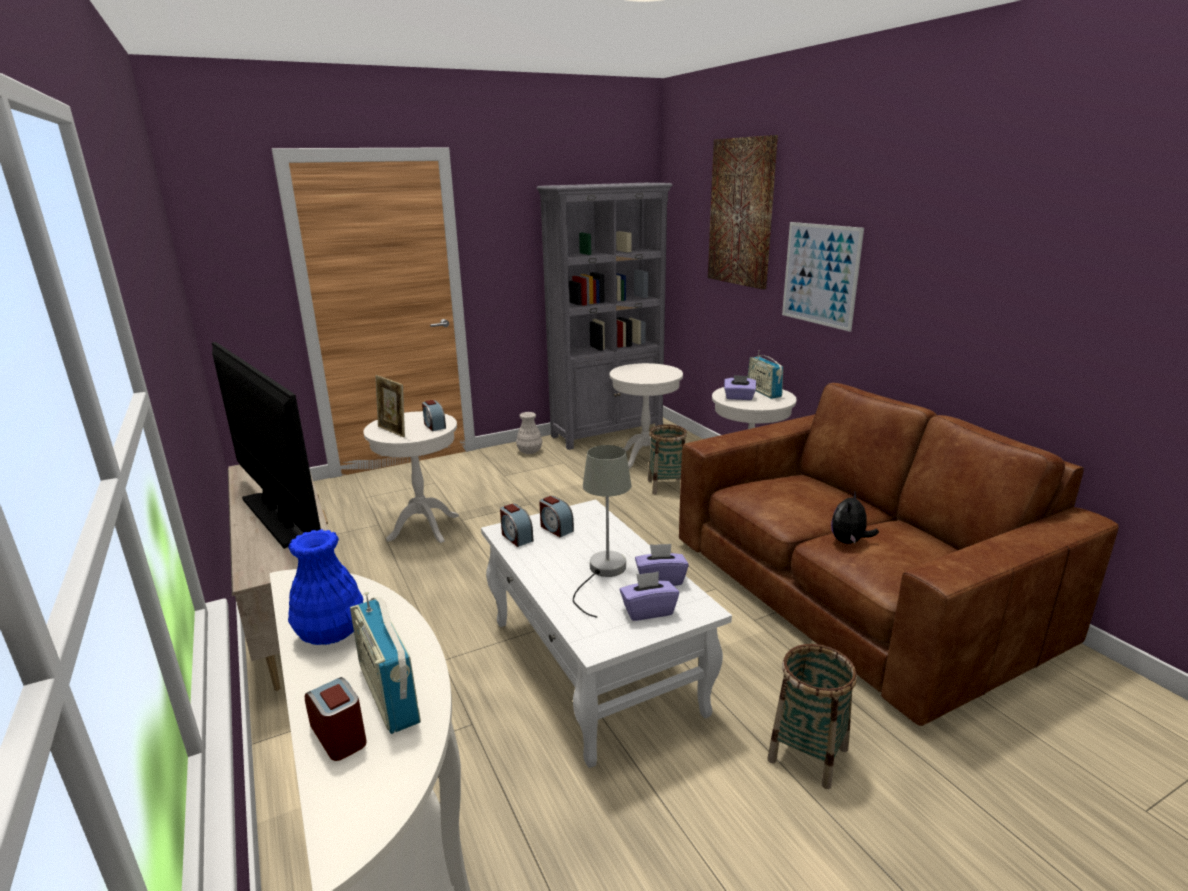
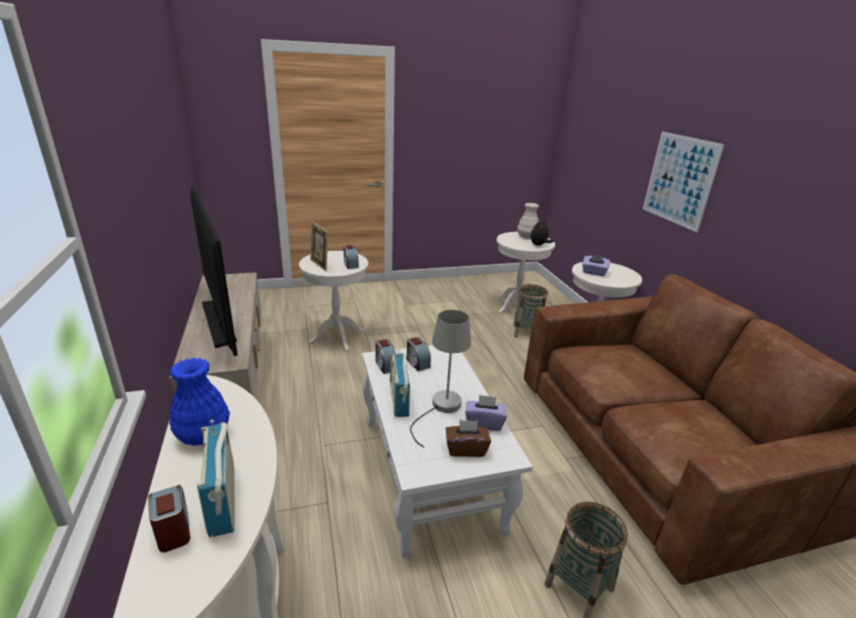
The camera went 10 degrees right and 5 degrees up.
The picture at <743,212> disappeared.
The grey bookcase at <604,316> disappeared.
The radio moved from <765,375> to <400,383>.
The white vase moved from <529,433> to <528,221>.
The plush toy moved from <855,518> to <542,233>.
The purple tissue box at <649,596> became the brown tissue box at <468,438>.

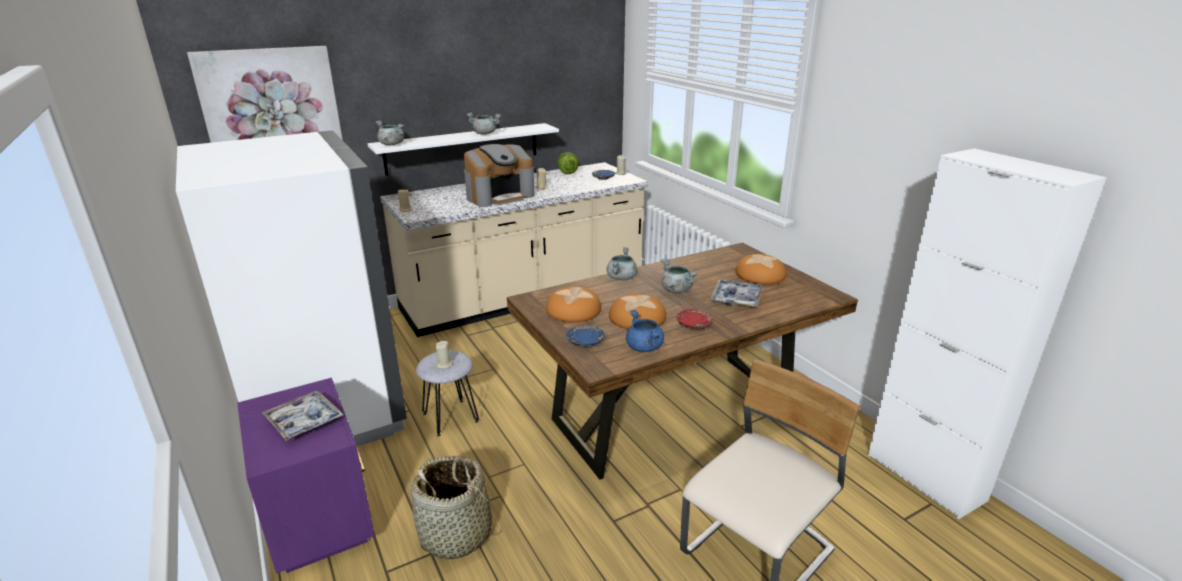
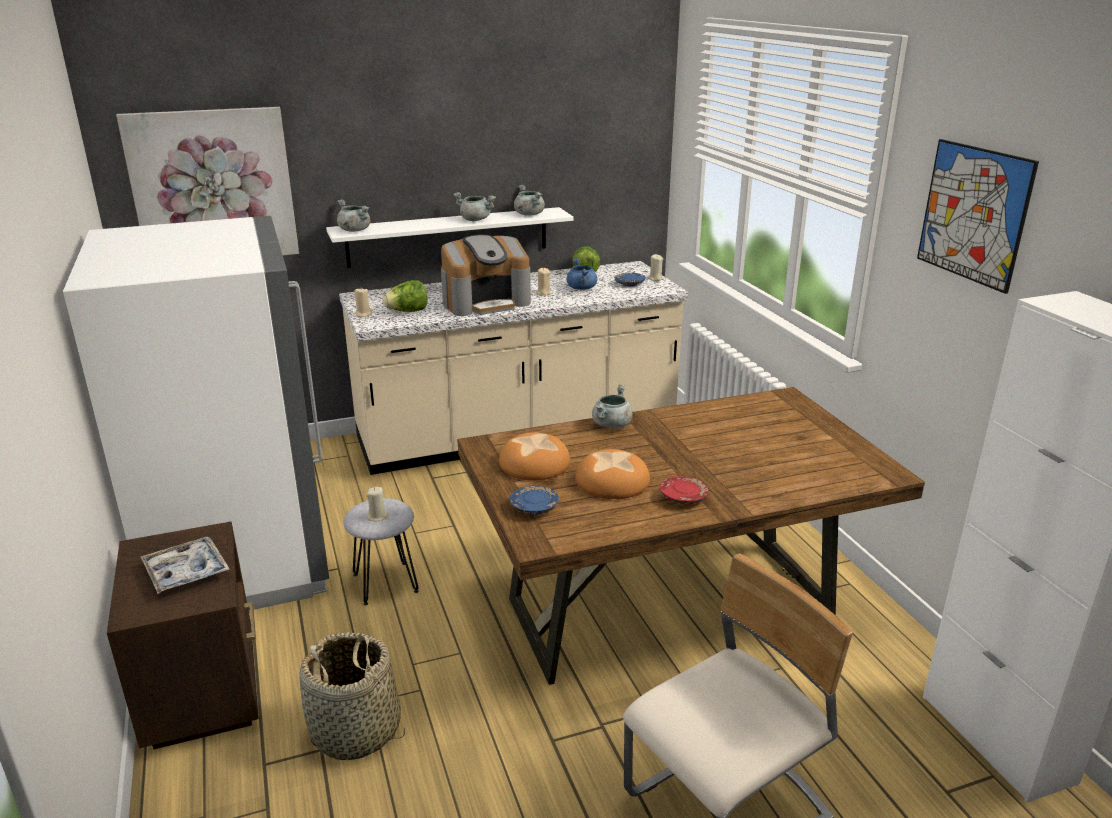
The camera went 10 degrees right and 0 degrees up.
The bread at <760,269> disappeared.
The grey cooking pot moved from <679,276> to <529,200>.
The tray at <737,293> disappeared.
The blue cooking pot moved from <645,331> to <582,274>.
The purple nightstand at <306,476> became the brown nightstand at <183,635>.
The picture at <978,216> appeared.
The lettuce at <405,296> appeared.

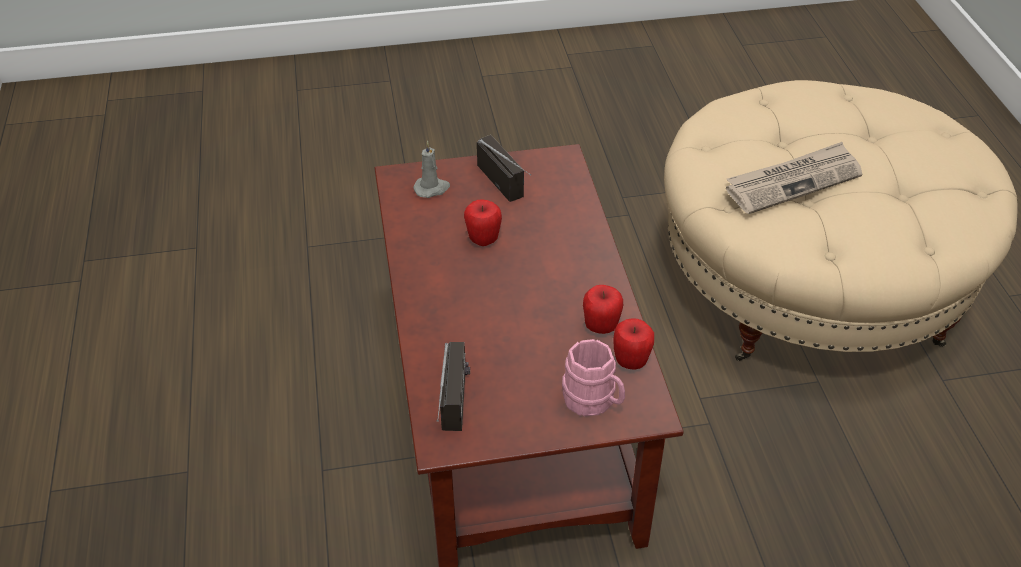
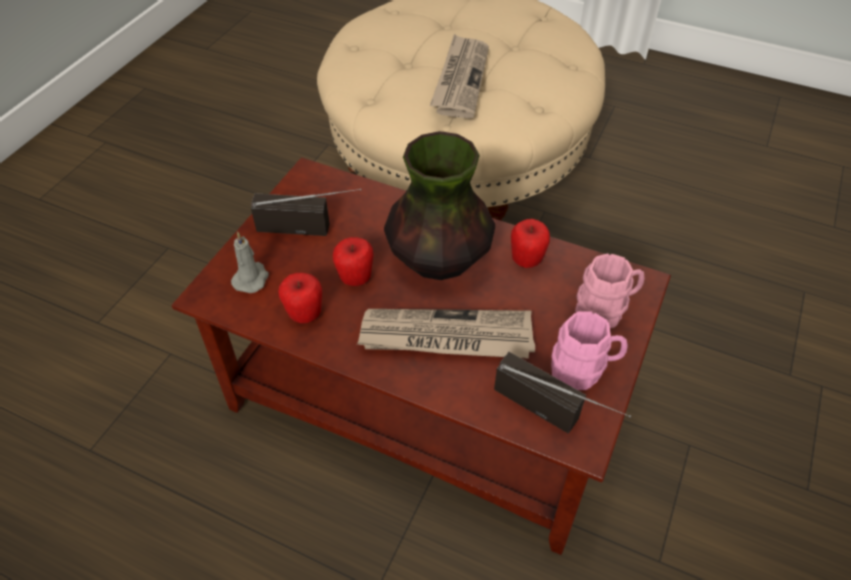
The camera went 55 degrees left and 5 degrees up.
The apple moved from <633,344> to <300,298>.
The vase at <439,205> appeared.
The newspaper at <446,334> appeared.
The pink mug at <589,350> appeared.

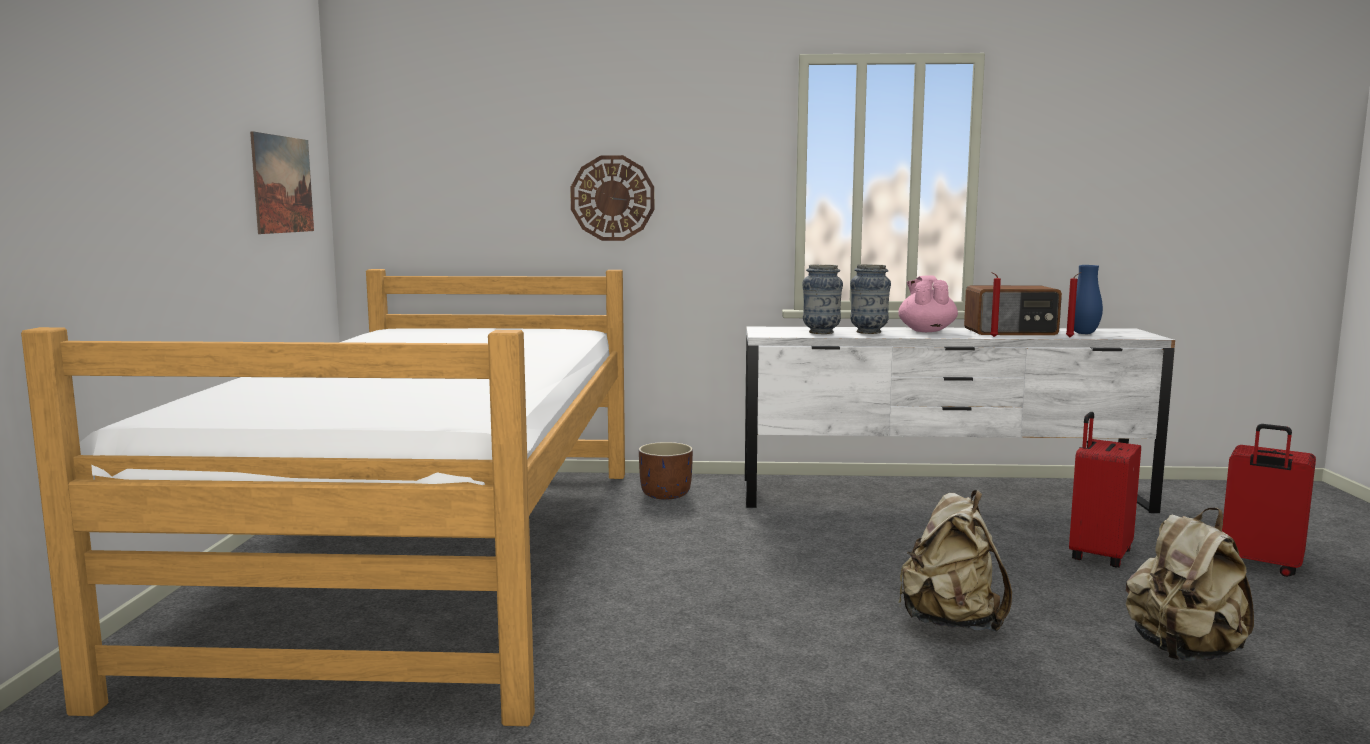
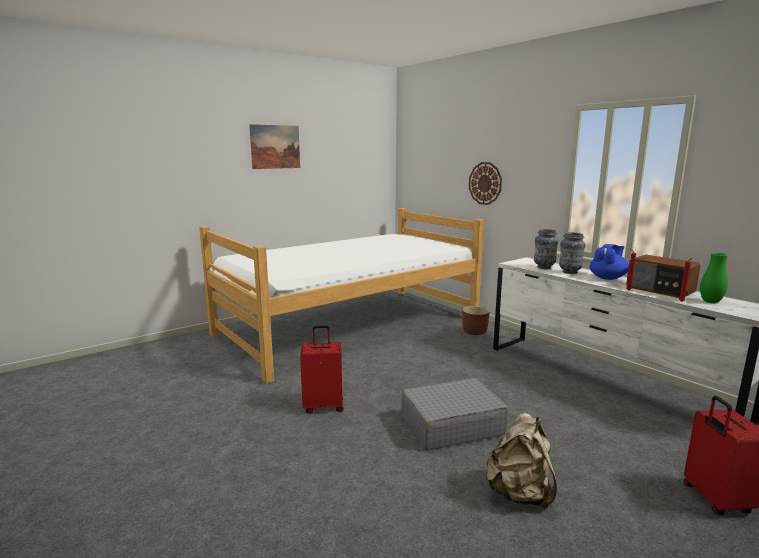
The camera went 50 degrees right and 5 degrees up.
The picture moved from <282,182> to <274,146>.
The blue vase at <1088,299> became the green vase at <714,278>.
The pink teapot at <928,303> became the blue teapot at <609,262>.
The red suitcase moved from <1105,490> to <321,369>.
The beige backpack at <955,561> was replaced by the grey suitcase at <455,414>.

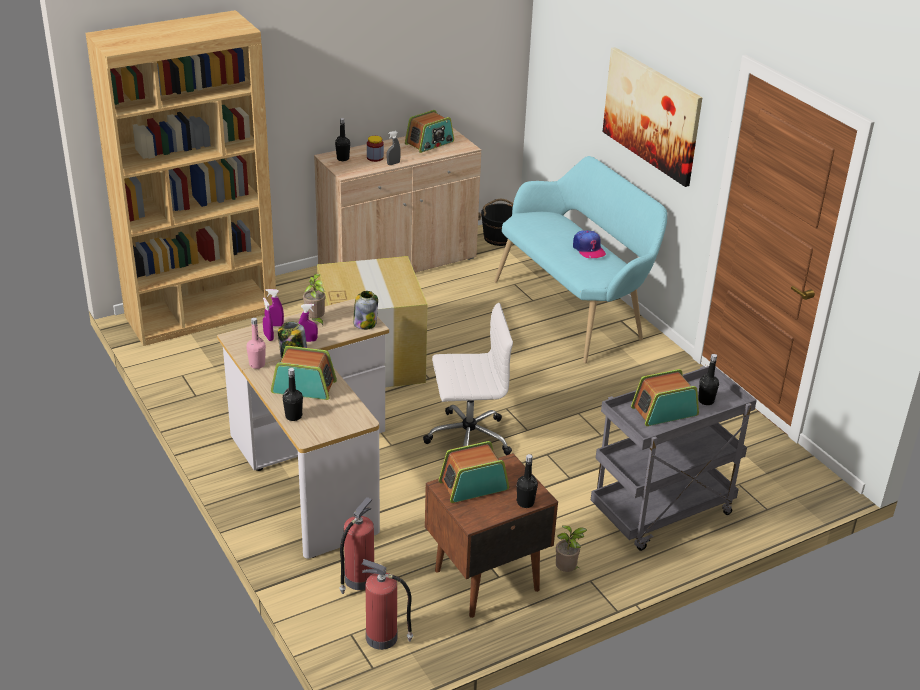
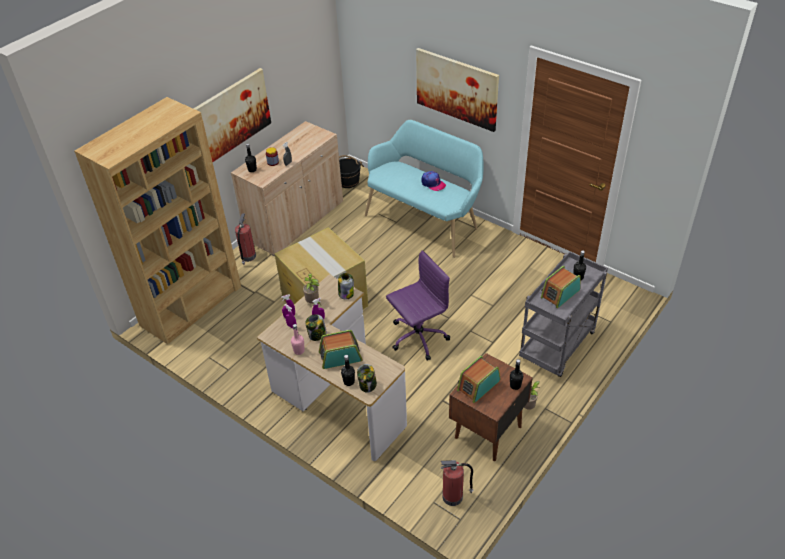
The camera went 20 degrees left and 10 degrees up.
The radio at <429,131> disappeared.
The white office chair at <468,379> became the purple office chair at <418,305>.
The fire extinguisher moved from <356,545> to <245,239>.
The picture at <232,115> appeared.
The jar at <367,378> appeared.

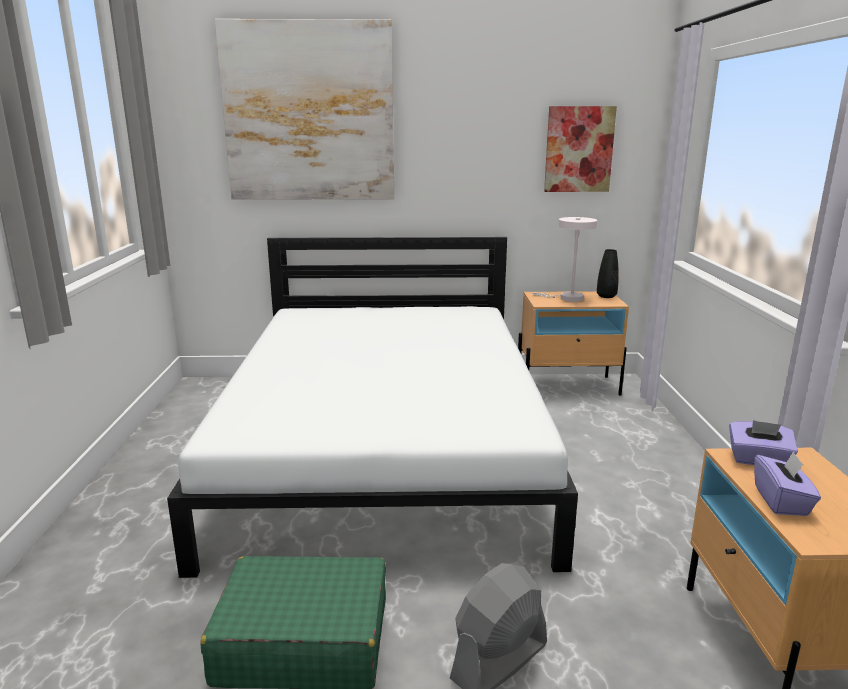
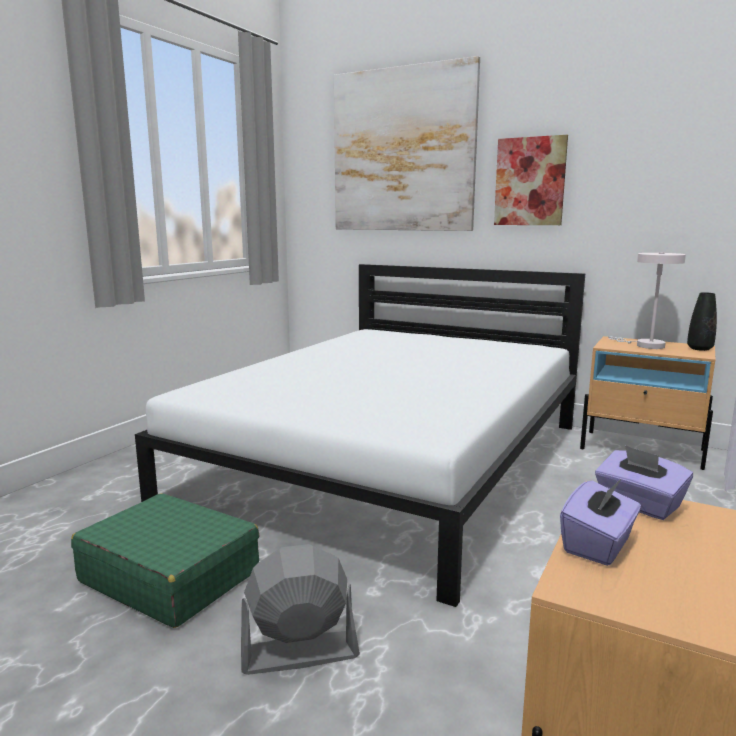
The camera went 30 degrees right and 5 degrees down.
The picture moved from <580,149> to <531,180>.

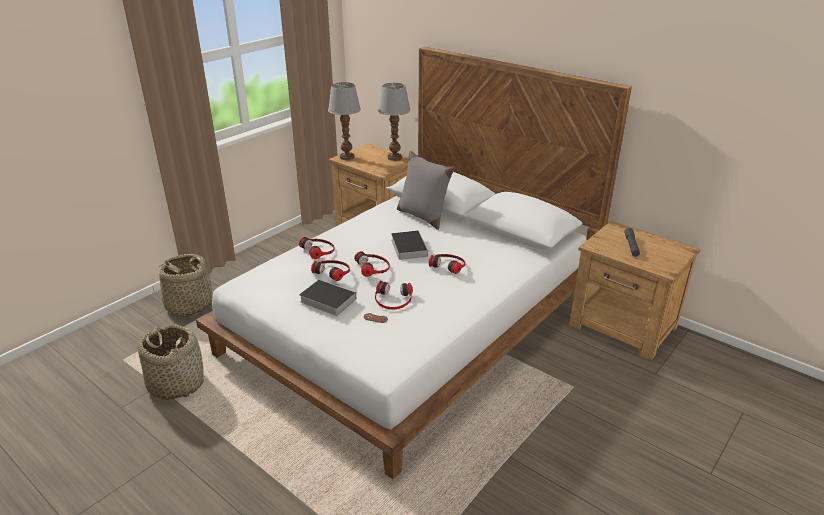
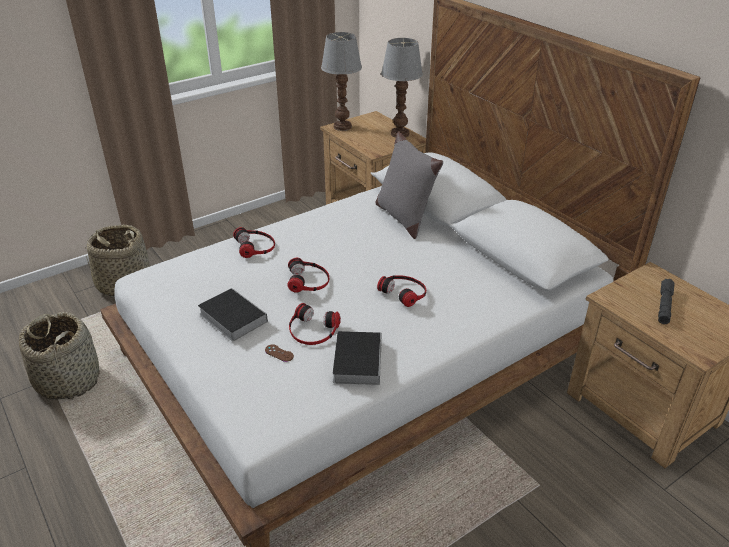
The camera went 15 degrees right and 5 degrees up.
The book moved from <409,245> to <357,358>.
The headphones at <330,270> disappeared.

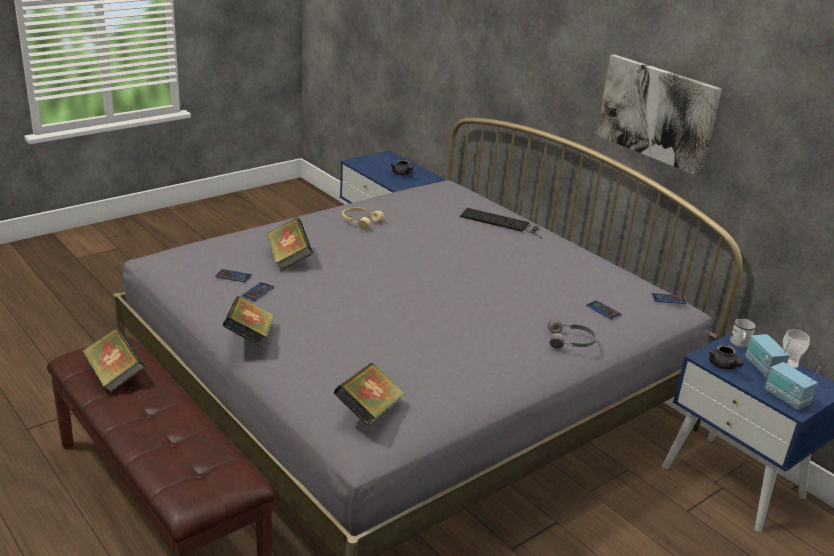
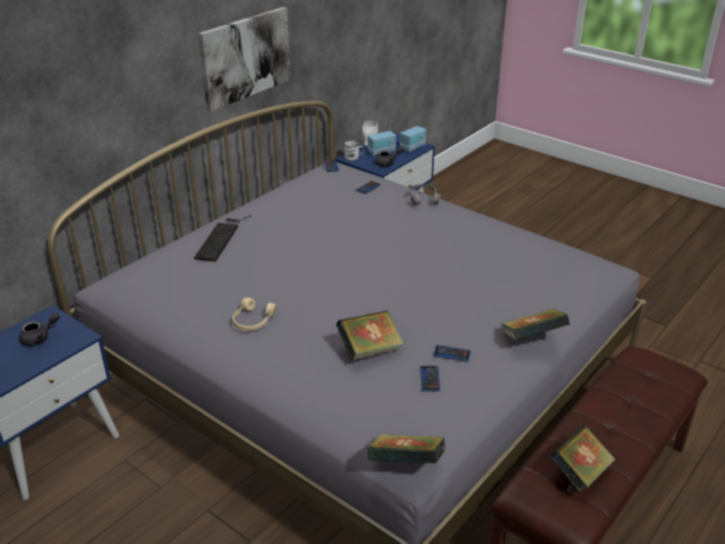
The camera went 100 degrees left and 5 degrees up.
The book moved from <369,394> to <407,449>.

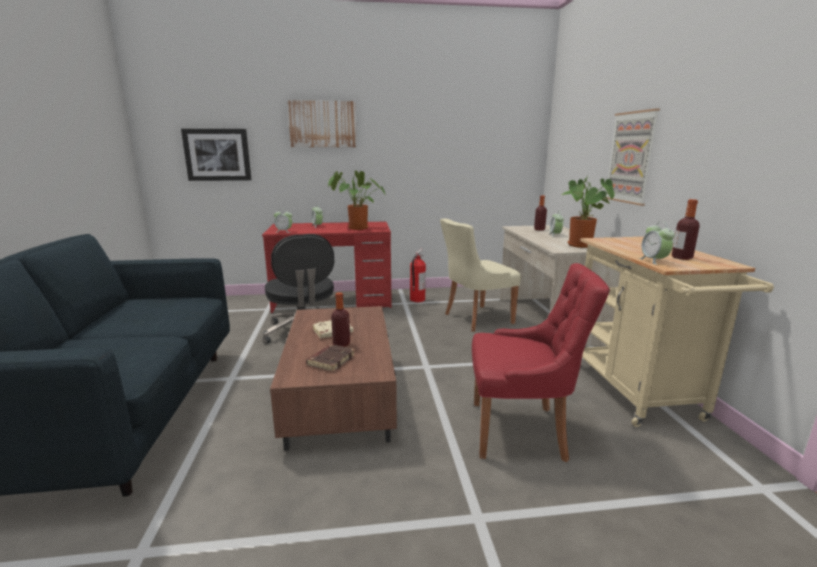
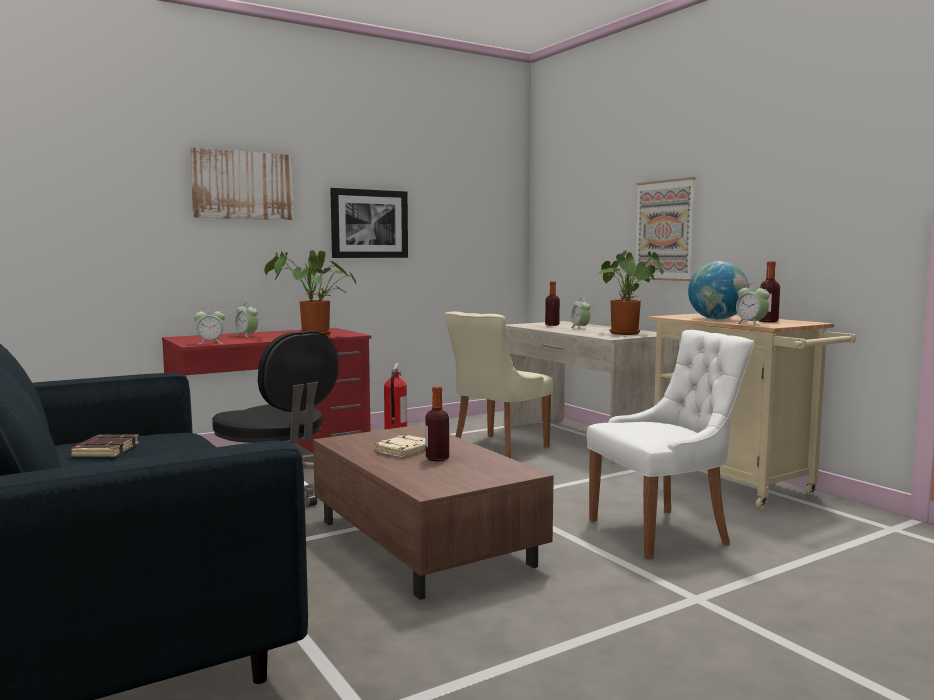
The camera went 25 degrees left and 10 degrees down.
The picture moved from <216,155> to <369,223>.
The red chair at <541,362> became the white chair at <670,444>.
The brown book moved from <330,358> to <104,445>.
The globe at <718,290> appeared.

